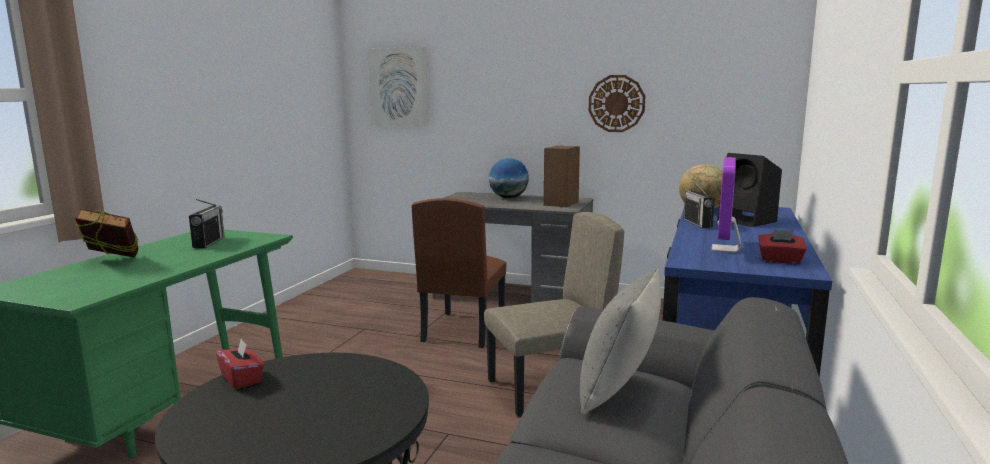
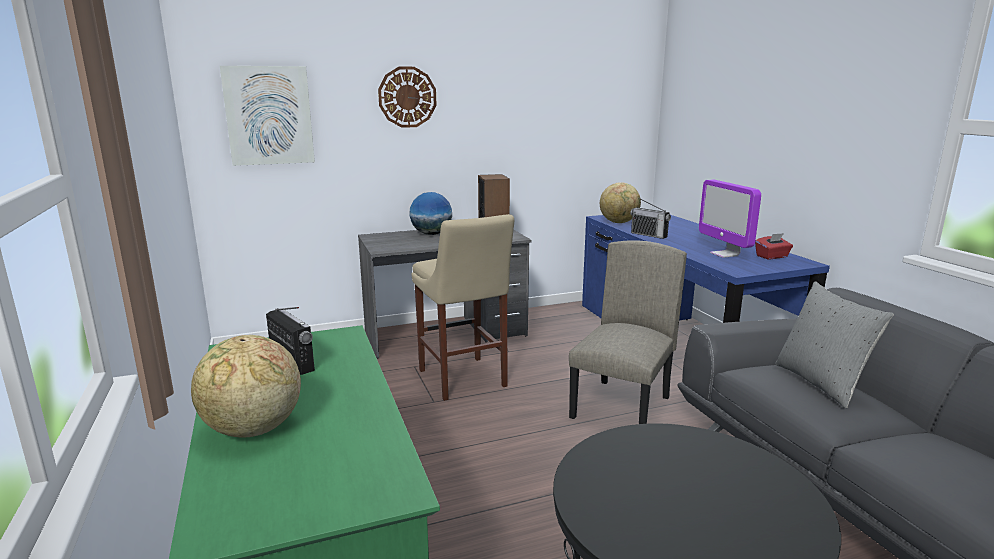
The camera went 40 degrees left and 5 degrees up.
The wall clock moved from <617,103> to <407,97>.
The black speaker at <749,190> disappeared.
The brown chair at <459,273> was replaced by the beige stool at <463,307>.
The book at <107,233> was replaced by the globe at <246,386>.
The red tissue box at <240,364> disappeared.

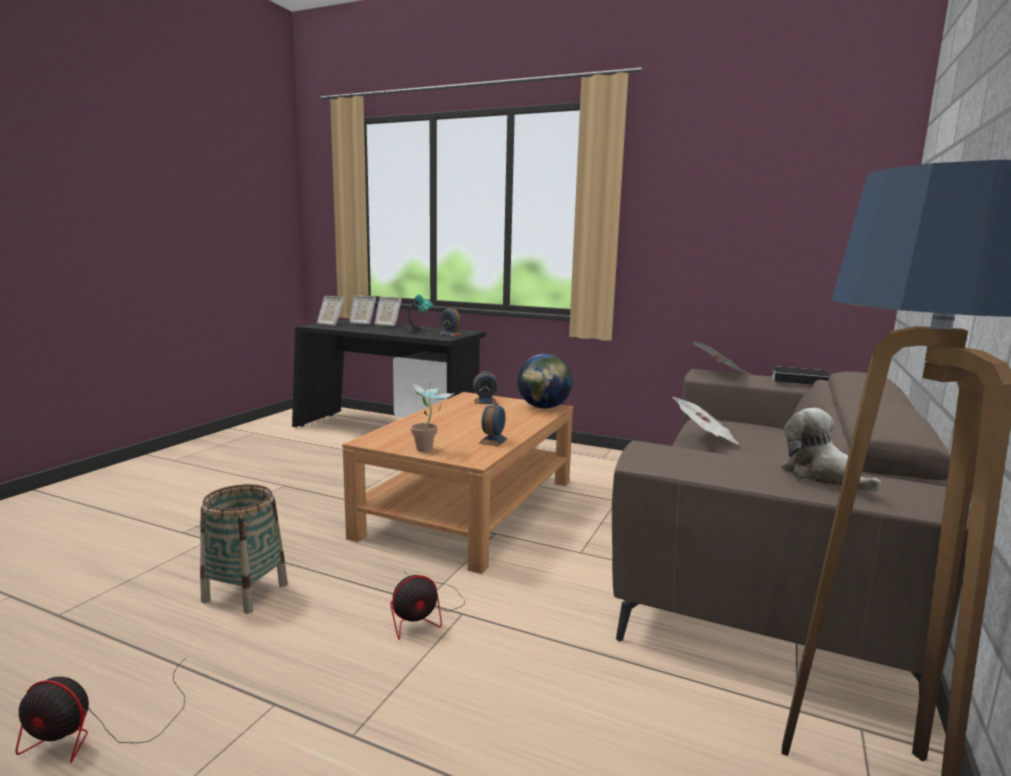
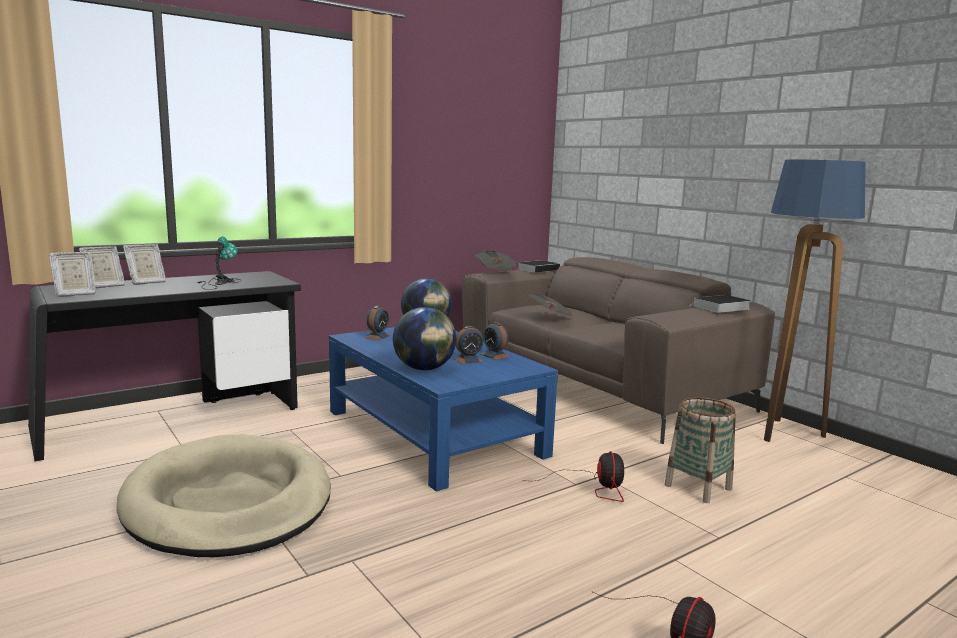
The camera went 60 degrees left and 0 degrees up.
The alarm clock moved from <451,321> to <469,345>.
The potted plant at <432,417> disappeared.
The brown coffee table at <457,483> became the blue coffee table at <443,409>.
The plush toy at <830,450> was replaced by the book at <719,304>.
The basket moved from <244,549> to <700,450>.
The globe at <424,338> appeared.
The beige dog bed at <223,495> appeared.

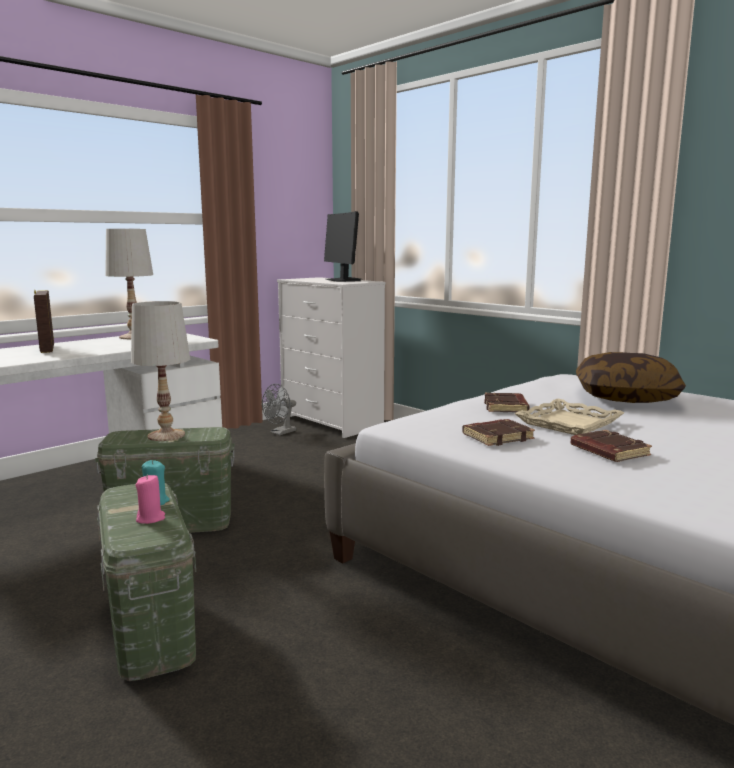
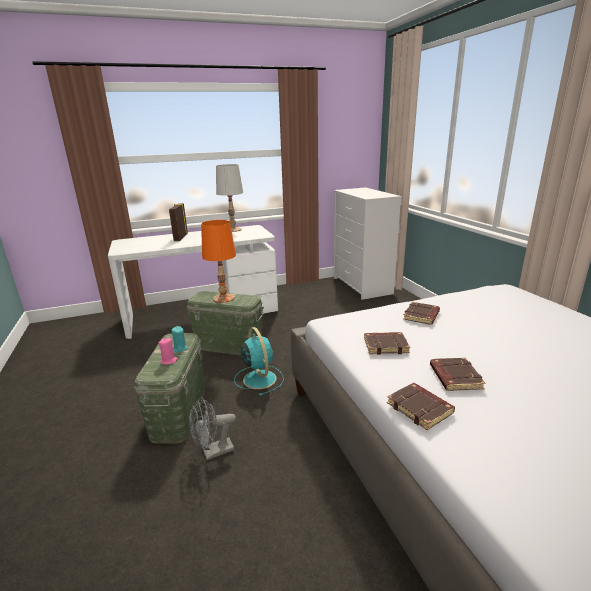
The camera went 25 degrees right and 10 degrees up.
The monitor at <342,246> disappeared.
The white table lamp at <160,371> became the orange table lamp at <218,261>.
The pillow at <631,377> disappeared.
The grey fan moved from <279,410> to <212,428>.
The beige tray at <569,417> disappeared.
The turquoise fan at <259,361> appeared.
The brown book at <421,406> appeared.

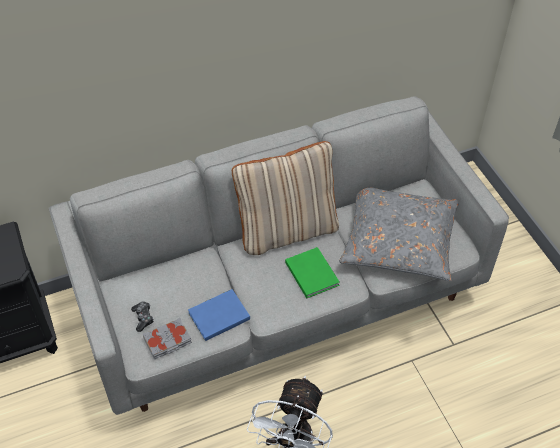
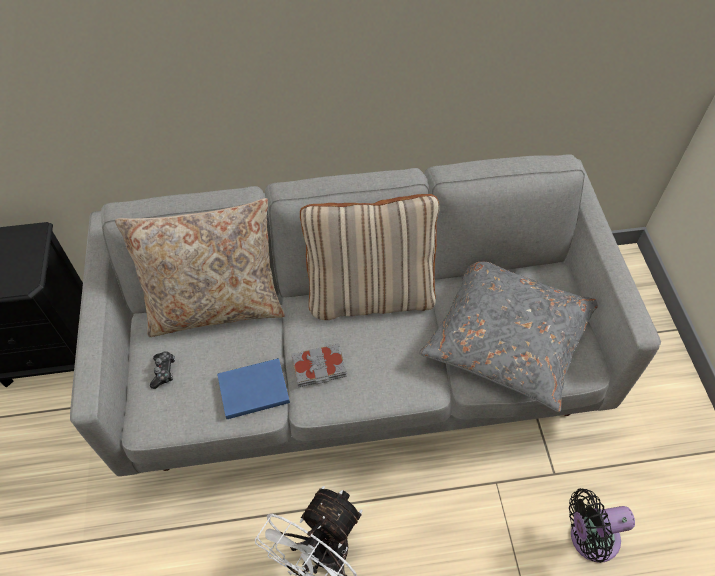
The camera went 15 degrees right and 5 degrees up.
The green book at <312,273> disappeared.
The grey book moved from <167,339> to <319,365>.
The beige pillow at <200,267> appeared.
The black fan at <602,525> appeared.

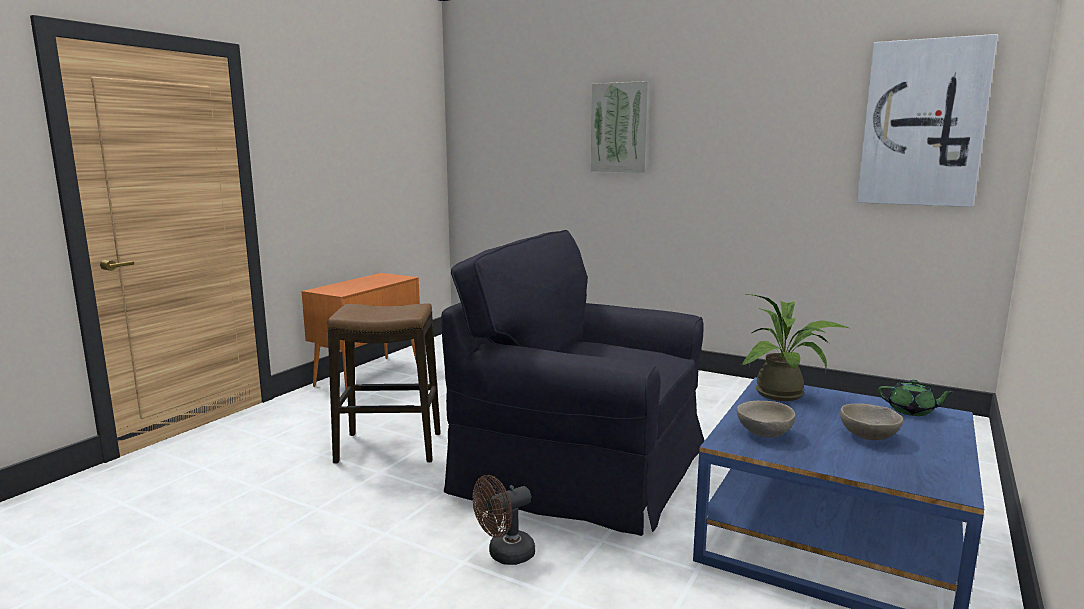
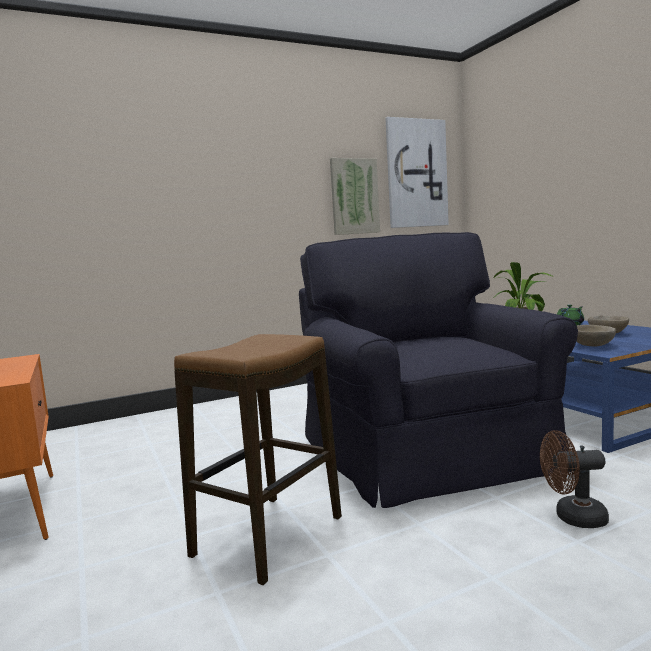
The camera went 55 degrees left and 5 degrees down.
The picture moved from <620,127> to <355,196>.
The black armchair at <573,383> turned 105 degrees clockwise.
The brown fan at <504,520> turned 90 degrees clockwise.

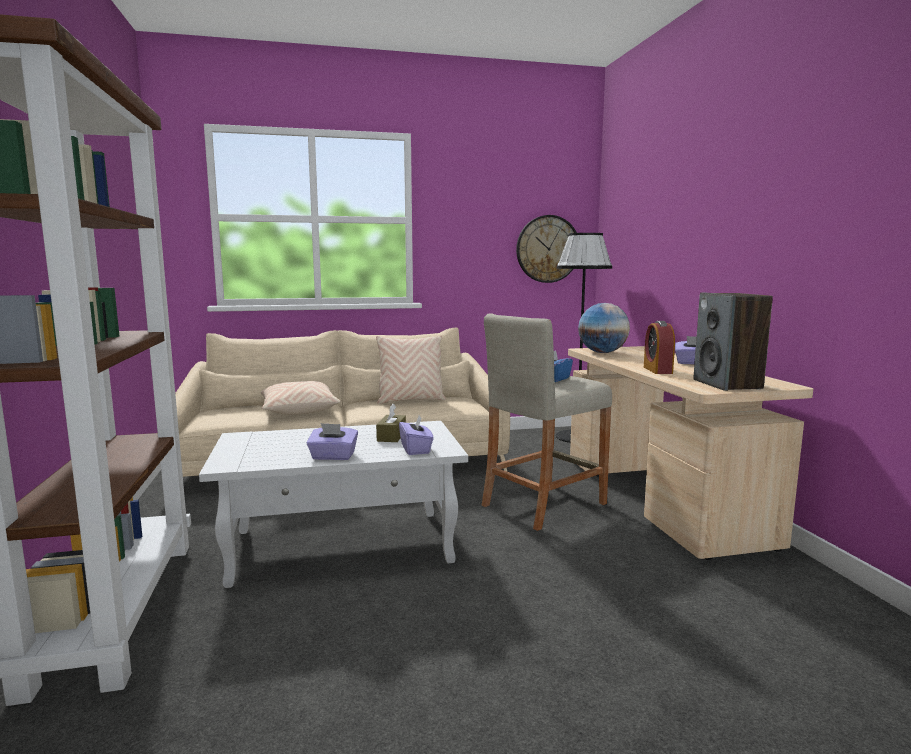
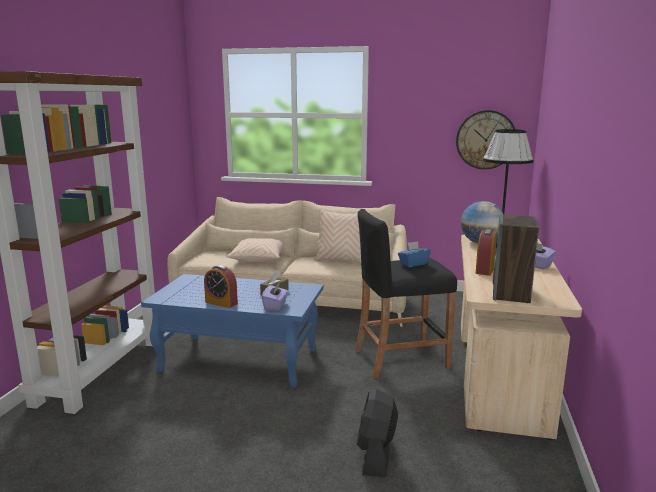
The camera went 25 degrees right and 5 degrees up.
The beige stool at <546,422> became the black stool at <406,293>.
The white coffee table at <333,504> became the blue coffee table at <232,331>.
The purple tissue box at <332,441> was replaced by the alarm clock at <221,286>.
The black fan at <377,433> appeared.

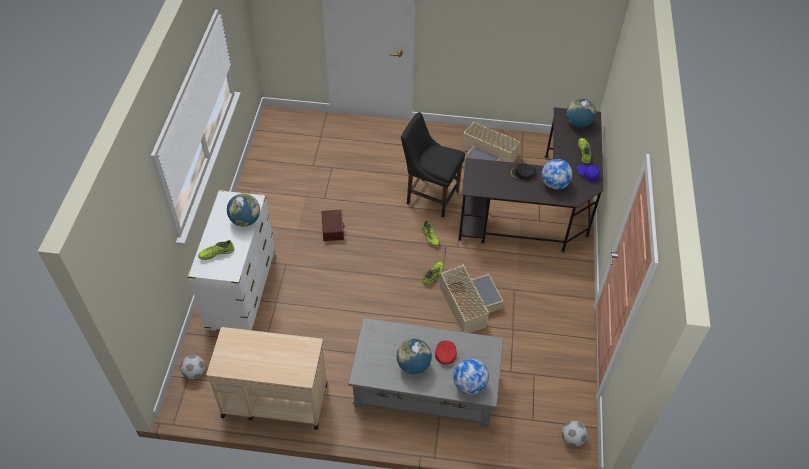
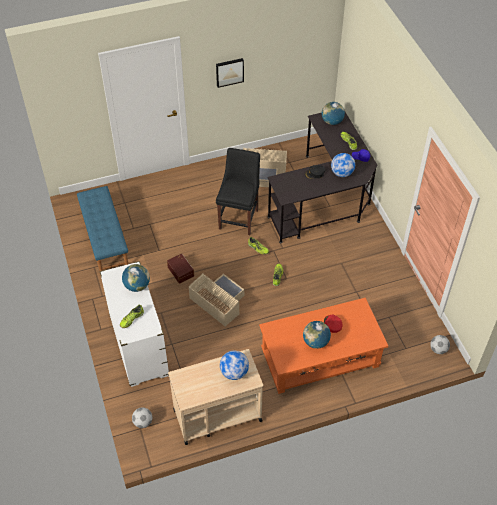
The camera went 25 degrees left and 0 degrees up.
The black chair at <433,165> turned 105 degrees clockwise.
The beige storage box moved from <472,298> to <216,300>.
The grey coffee table at <426,373> became the orange coffee table at <323,346>.
The globe moved from <471,377> to <234,365>.
The picture at <230,73> appeared.
The blue bench at <102,228> appeared.

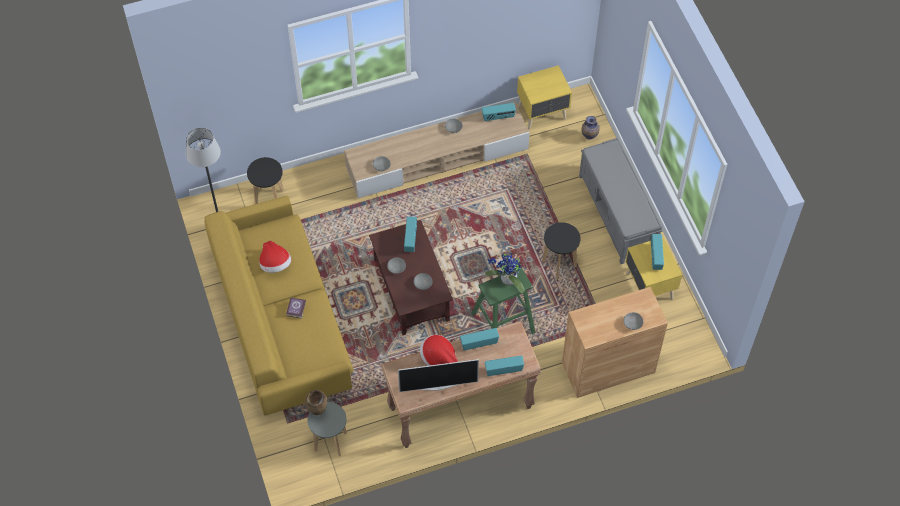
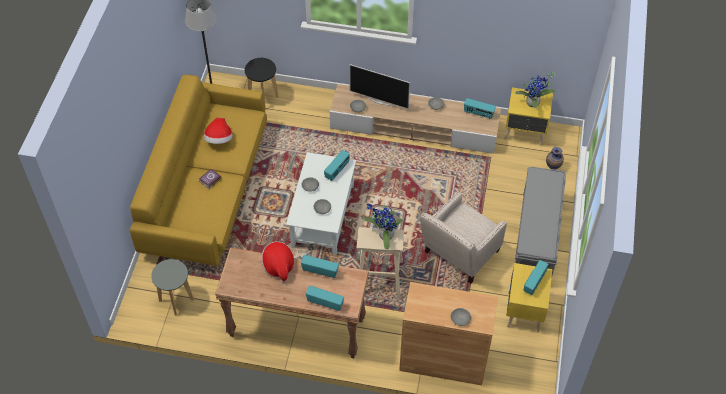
The camera went 30 degrees right and 5 degrees down.
The brown coffee table at <411,277> became the white coffee table at <321,203>.
The black stool at <561,250> was replaced by the beige armchair at <463,237>.
The green stool at <503,301> became the beige stool at <380,263>.
The television moved from <438,375> to <379,86>.
The brown vase at <316,402> disappeared.
The potted plant at <535,90> appeared.

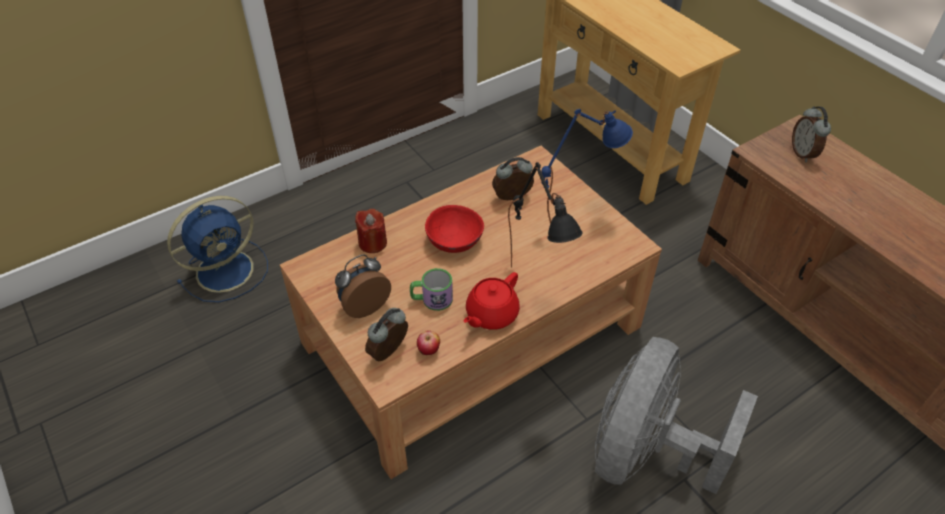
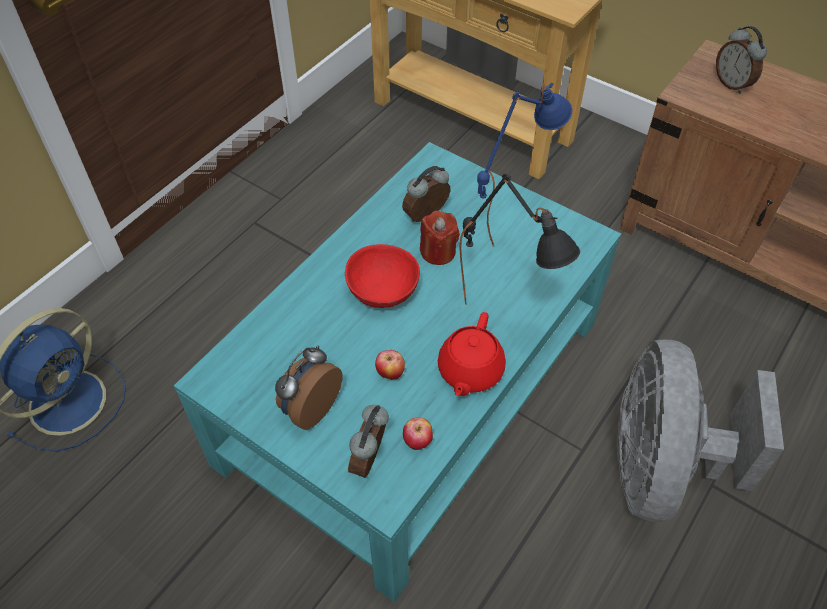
The camera went 20 degrees left and 5 degrees up.
The brown coffee table at <471,312> became the turquoise coffee table at <397,372>.
The red candle moved from <371,231> to <440,237>.
The mug at <431,289> was replaced by the apple at <390,364>.

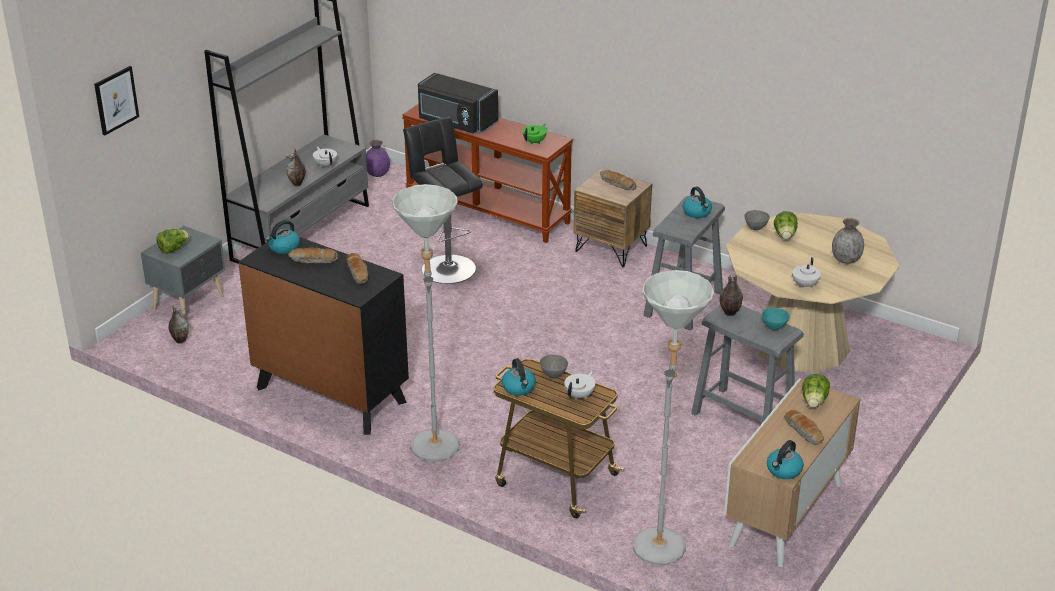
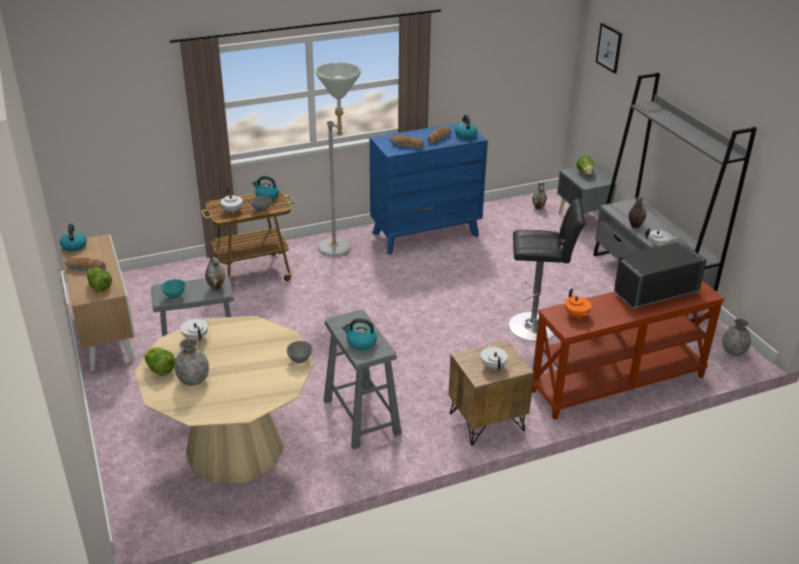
The camera went 125 degrees right and 0 degrees up.
The green teapot at <534,134> became the orange teapot at <578,304>.
The purple vase at <378,158> became the grey vase at <736,337>.
The bread at <618,180> was replaced by the white teapot at <494,356>.
The lettuce moved from <786,225> to <159,362>.
The black dresser at <323,336> became the blue dresser at <429,188>.
The grey floor lamp at <673,417> disappeared.

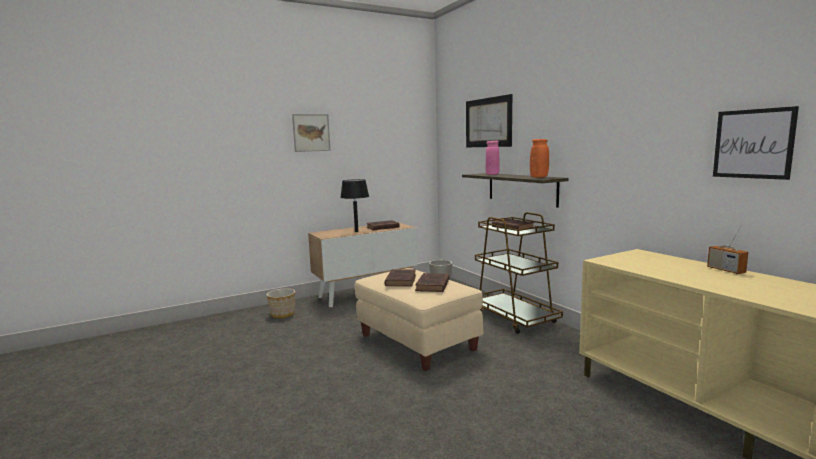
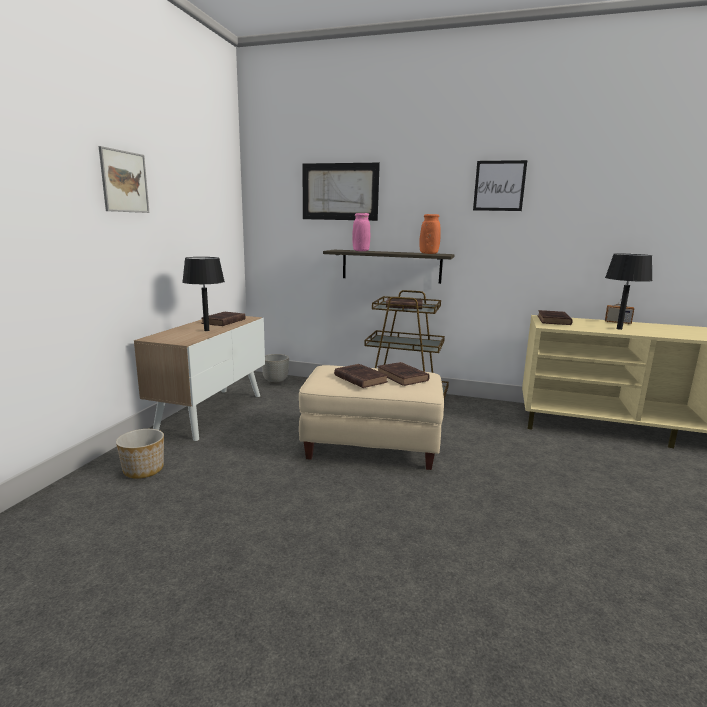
The camera went 45 degrees left and 5 degrees up.
The picture moved from <756,143> to <500,185>.
The black table lamp at <628,291> appeared.
The brown book at <555,317> appeared.

